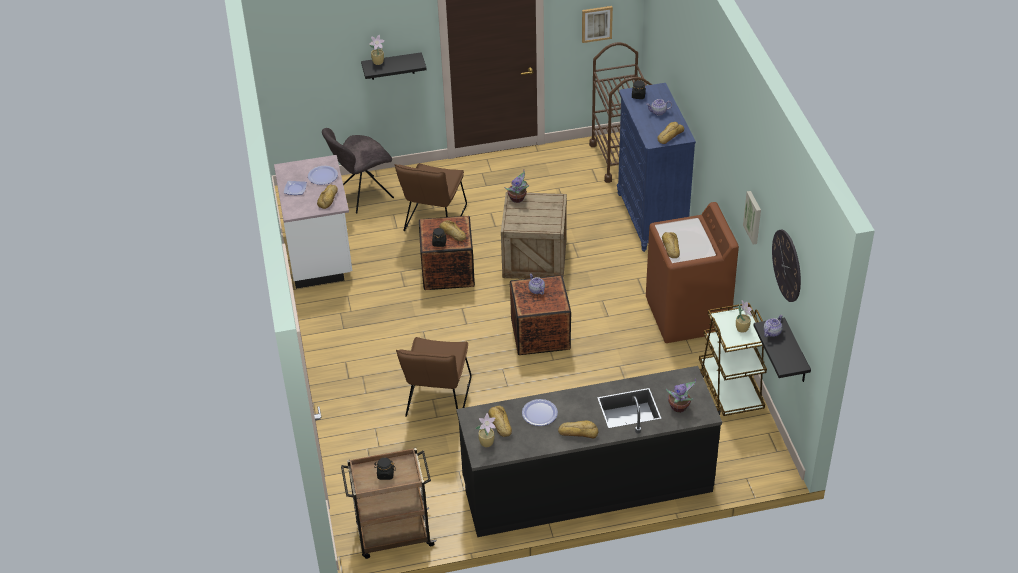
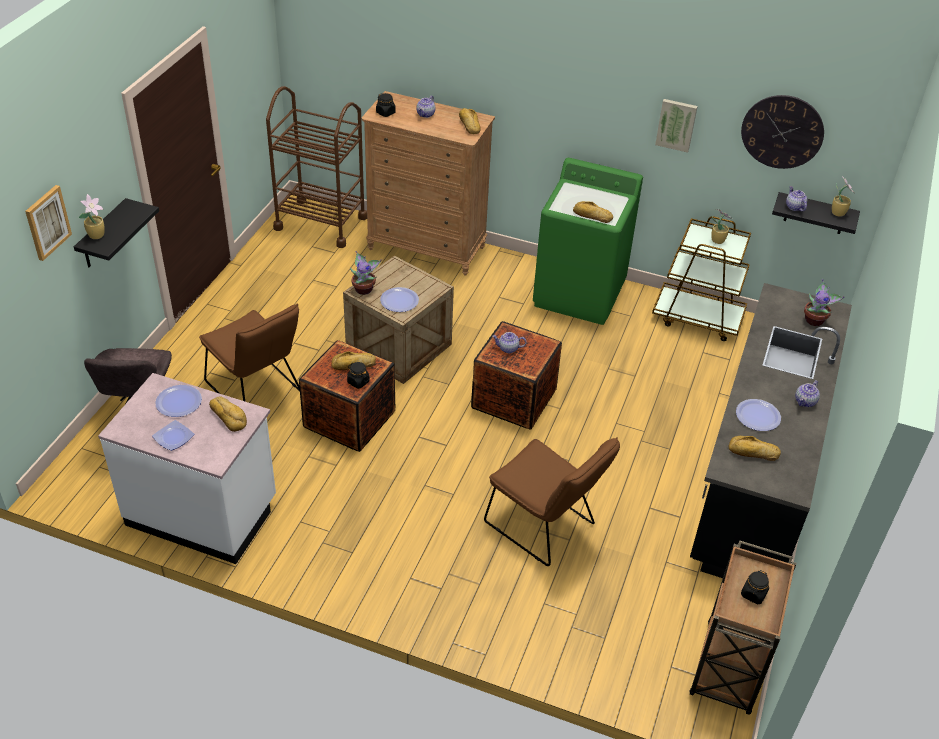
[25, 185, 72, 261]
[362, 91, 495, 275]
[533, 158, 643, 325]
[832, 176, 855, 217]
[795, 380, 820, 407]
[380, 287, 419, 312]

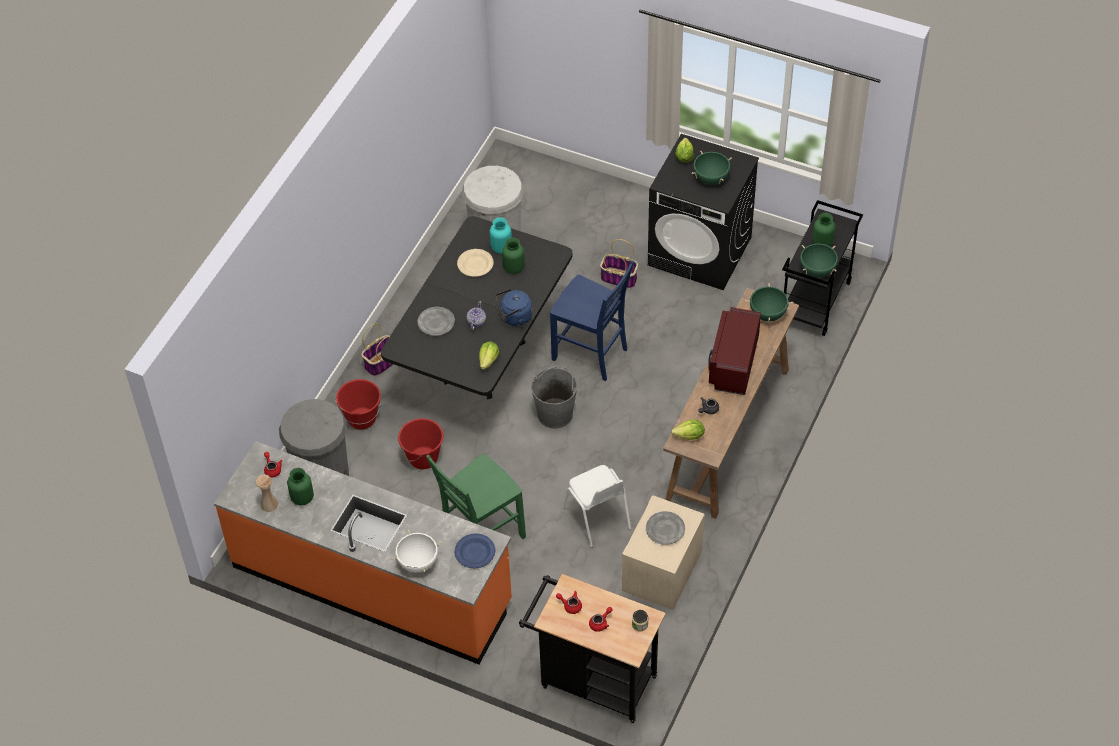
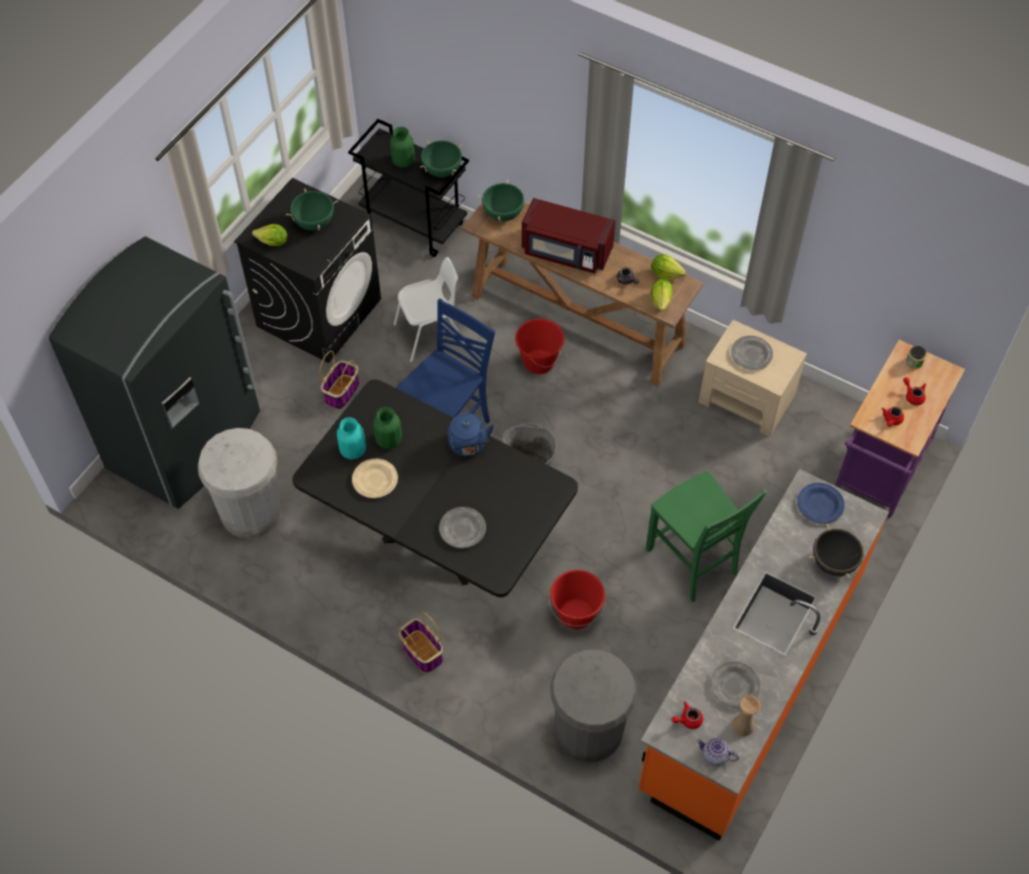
[696, 737, 739, 766]
[651, 254, 686, 280]
[515, 319, 564, 374]
[394, 257, 465, 363]
[710, 661, 761, 708]
[809, 524, 868, 578]
[835, 340, 965, 519]
[48, 237, 260, 509]

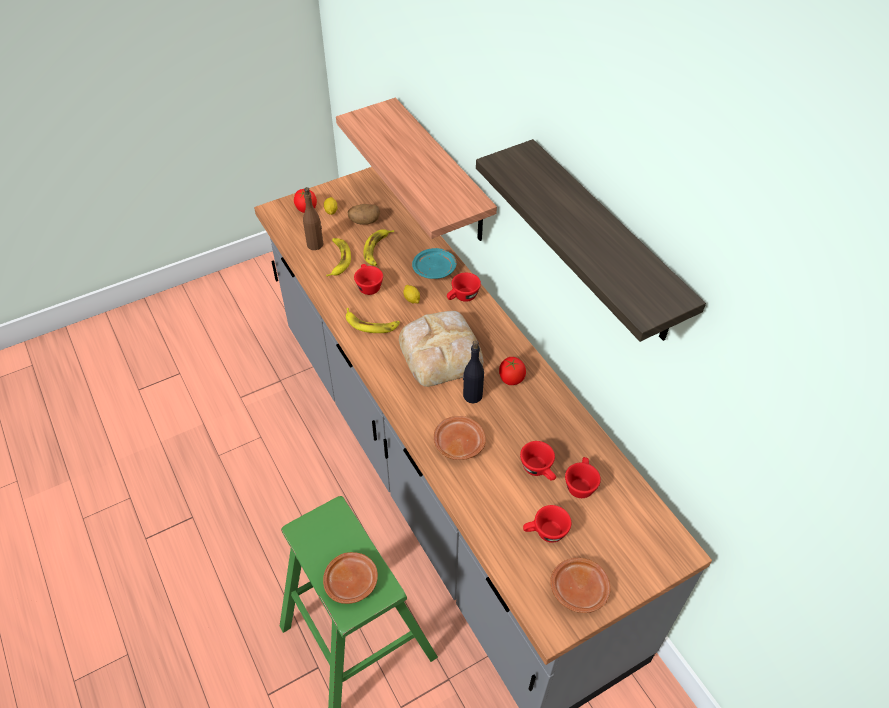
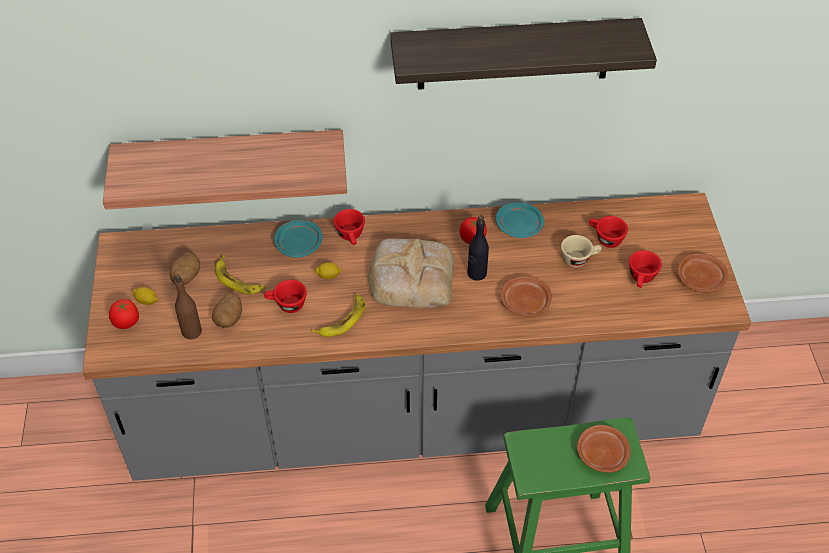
[212, 293, 242, 328]
[561, 235, 602, 267]
[496, 203, 544, 238]

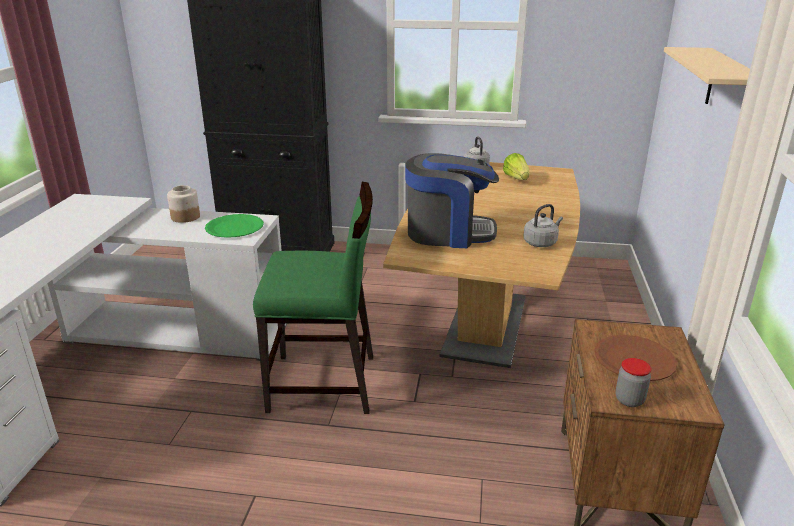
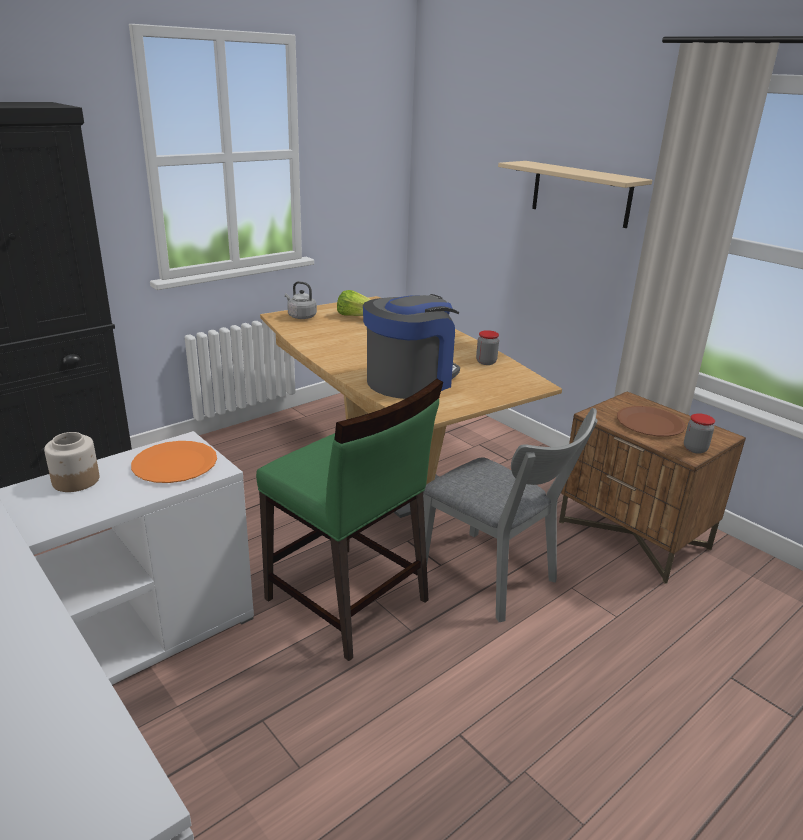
[256, 379, 443, 661]
[476, 330, 499, 365]
[131, 441, 217, 483]
[424, 408, 598, 622]

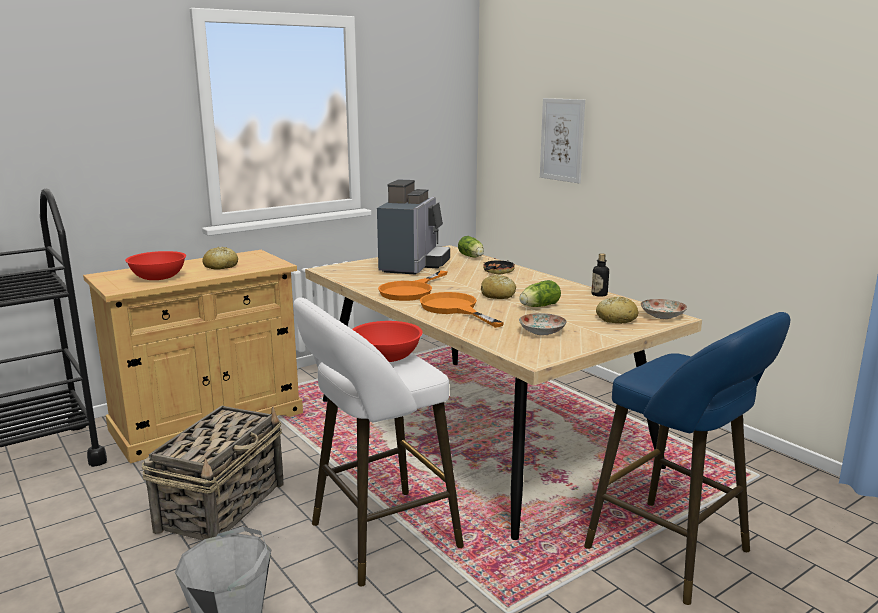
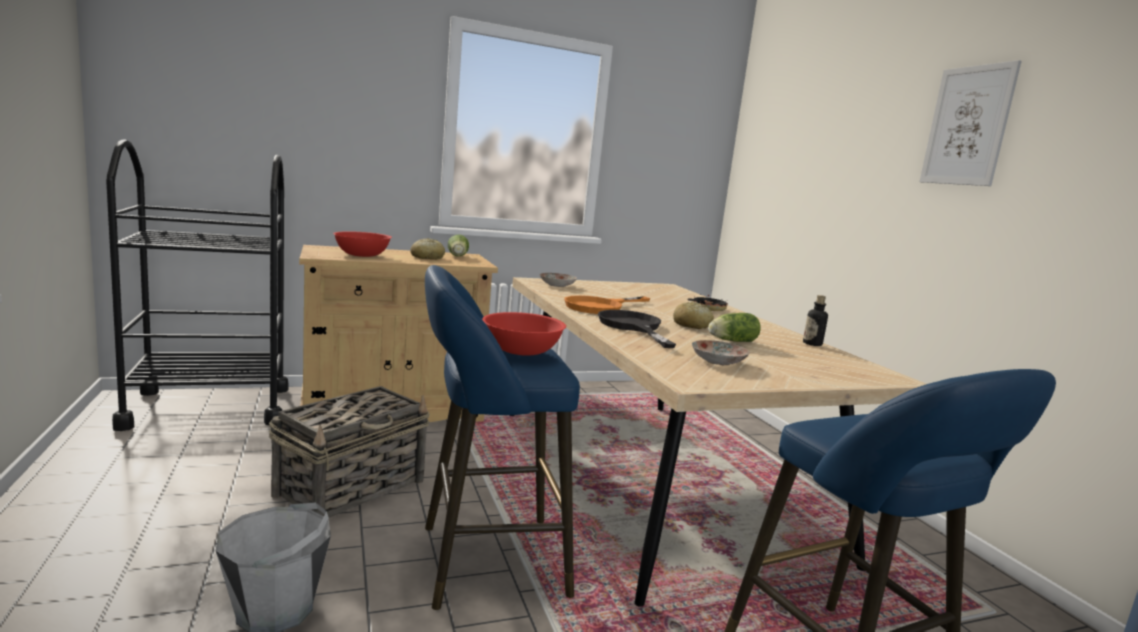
[919, 60, 1022, 186]
[377, 180, 450, 275] (first image)
[448, 234, 469, 256]
[598, 310, 676, 348]
[425, 265, 580, 610]
[596, 297, 639, 324] (first image)
[540, 273, 577, 287]

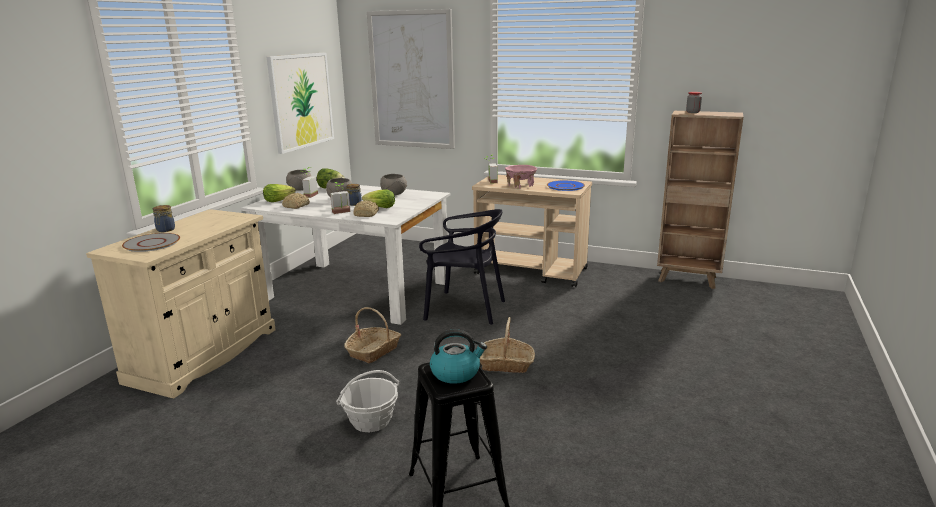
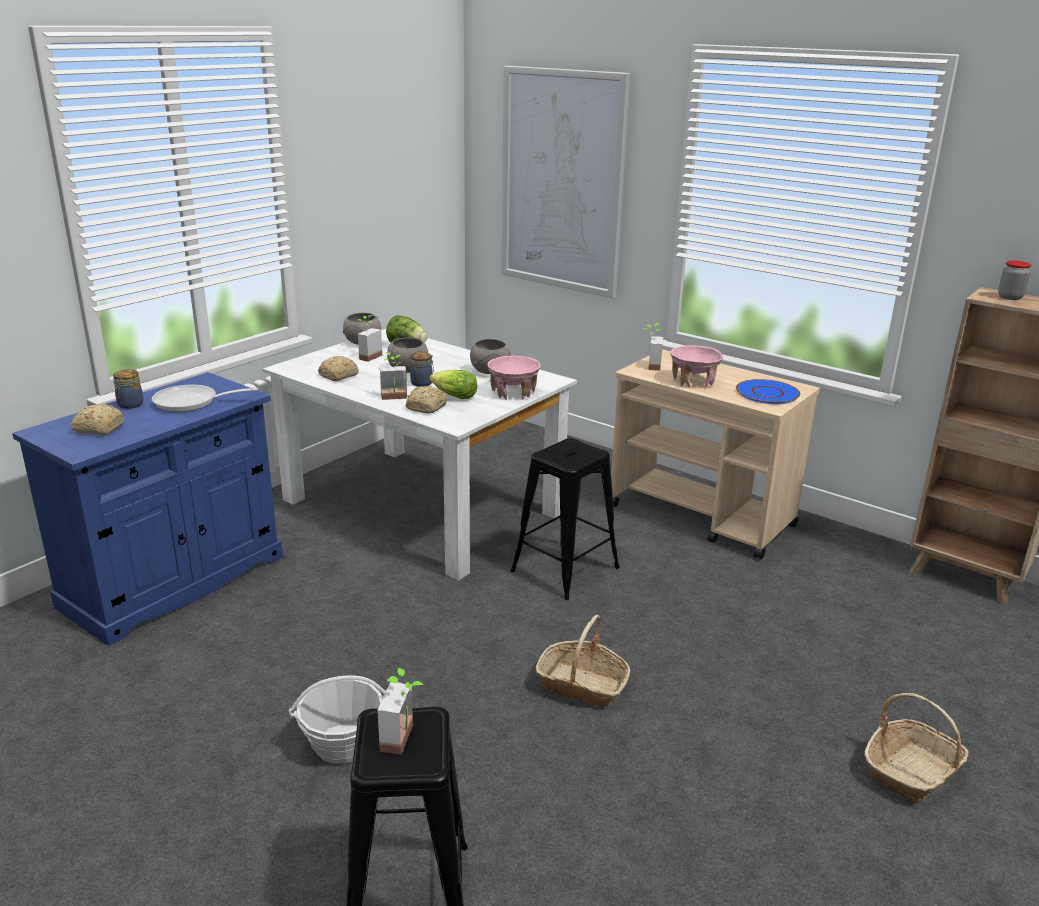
[267, 53, 334, 154] (first image)
[263, 184, 296, 202] (first image)
[12, 372, 283, 646]
[510, 438, 620, 600]
[71, 404, 124, 435]
[864, 693, 968, 804]
[377, 668, 423, 755]
[488, 356, 541, 400]
[152, 385, 258, 412]

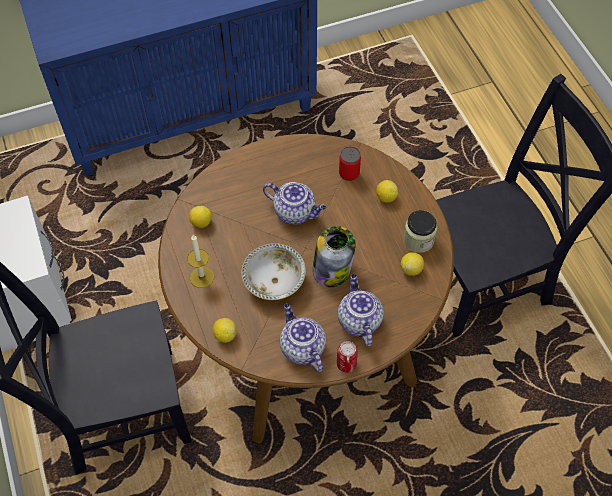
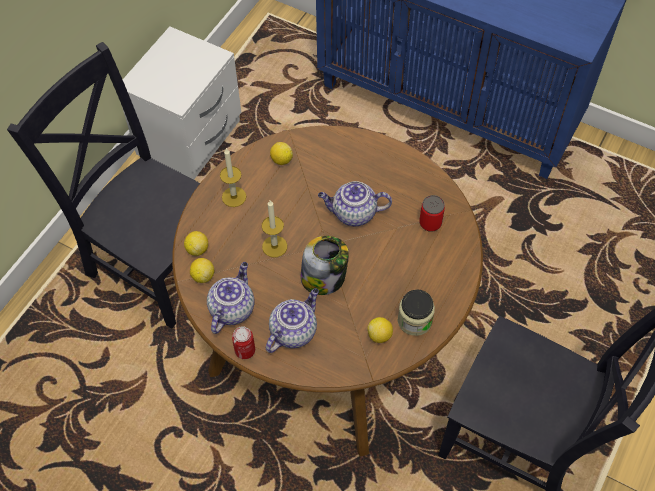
[190, 258, 214, 283]
[318, 181, 392, 226]
[262, 200, 287, 257]

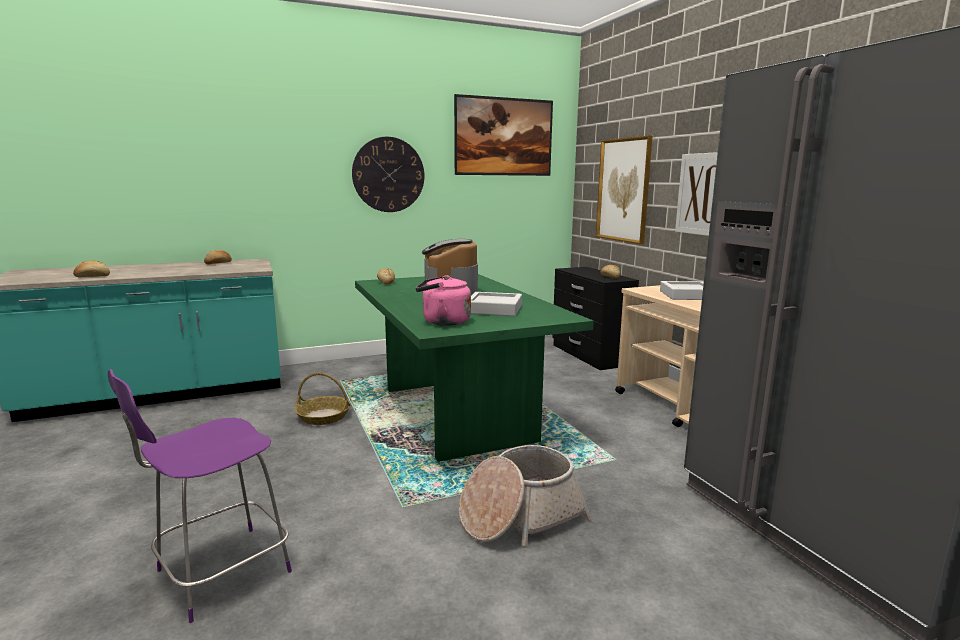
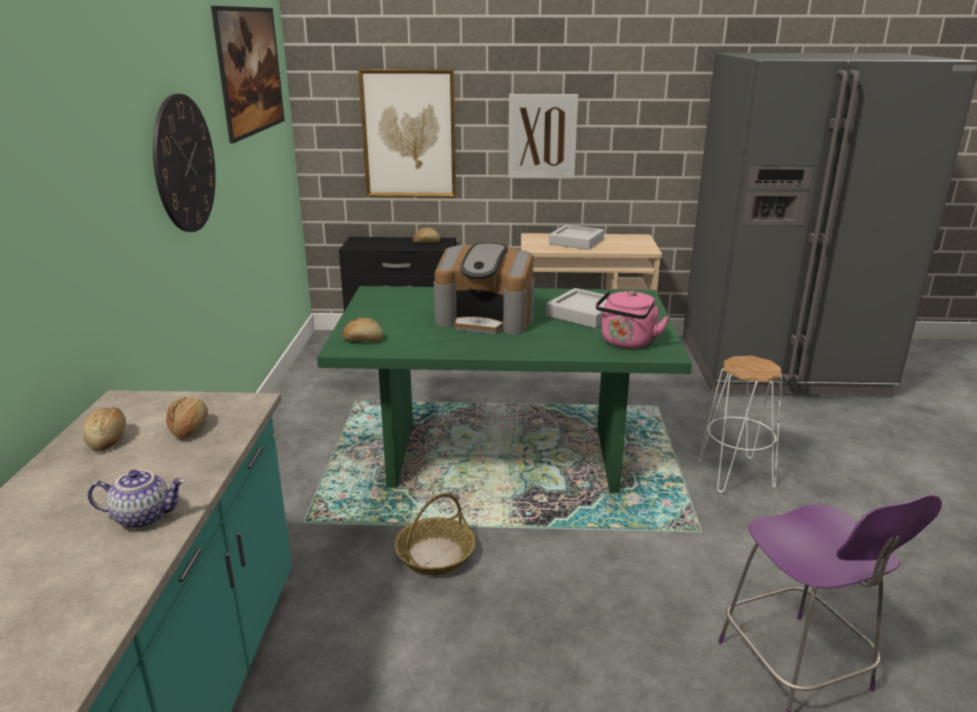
[166, 397, 208, 439]
[697, 356, 783, 493]
[88, 470, 185, 529]

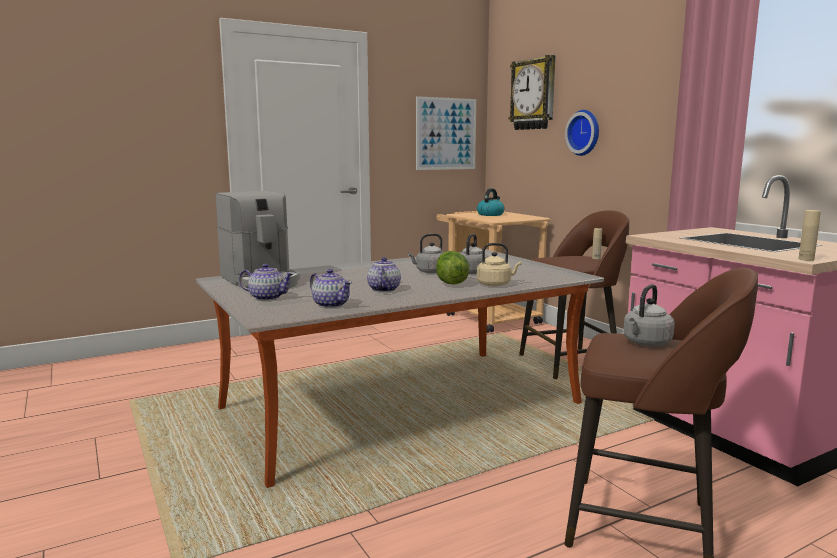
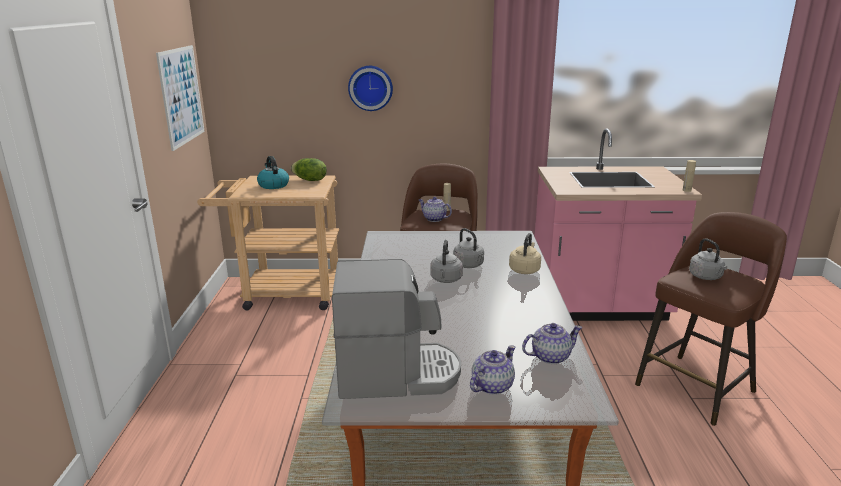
[509, 55, 555, 130] (first image)
[291, 158, 327, 181]
[419, 197, 452, 222]

